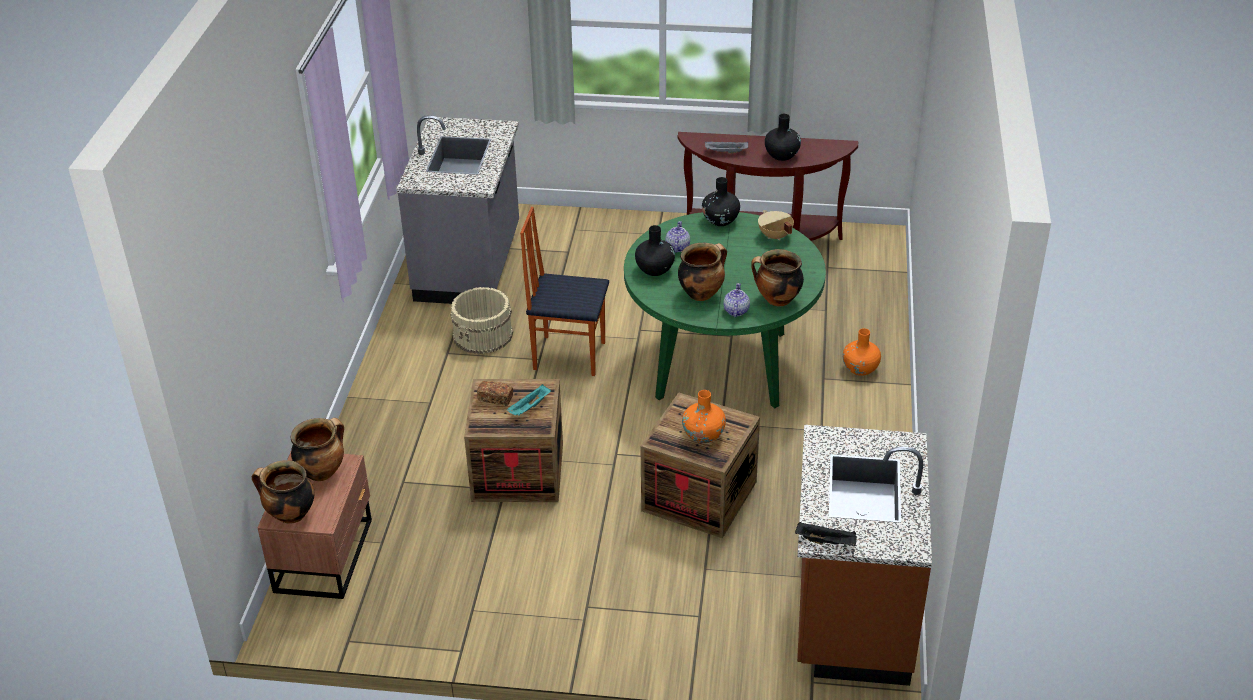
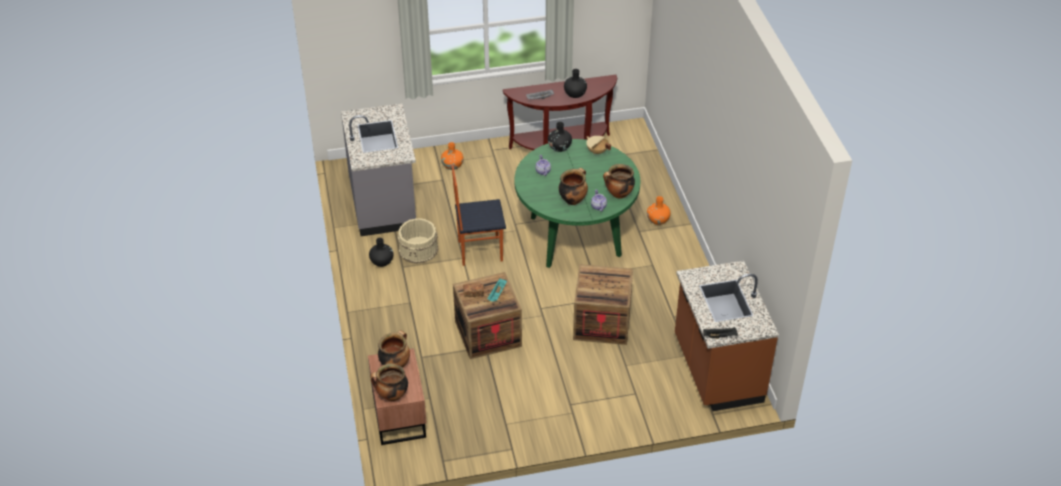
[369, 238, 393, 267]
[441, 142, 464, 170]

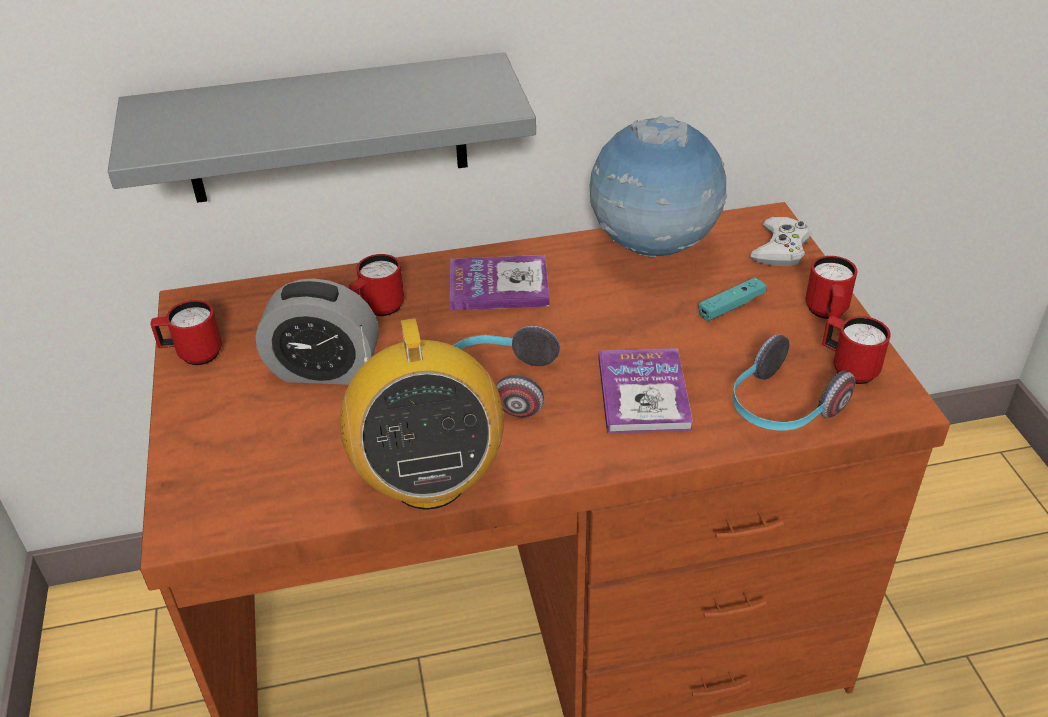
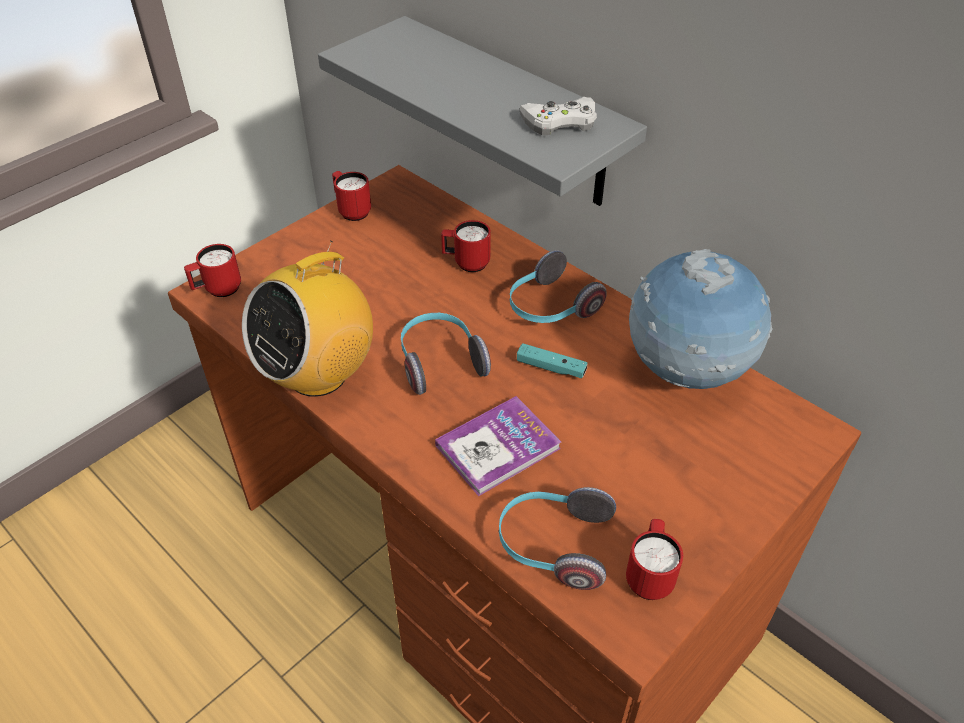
[519, 97, 597, 135]
[510, 250, 607, 323]
[184, 244, 241, 297]
[517, 343, 587, 378]
[255, 278, 379, 385] (first image)

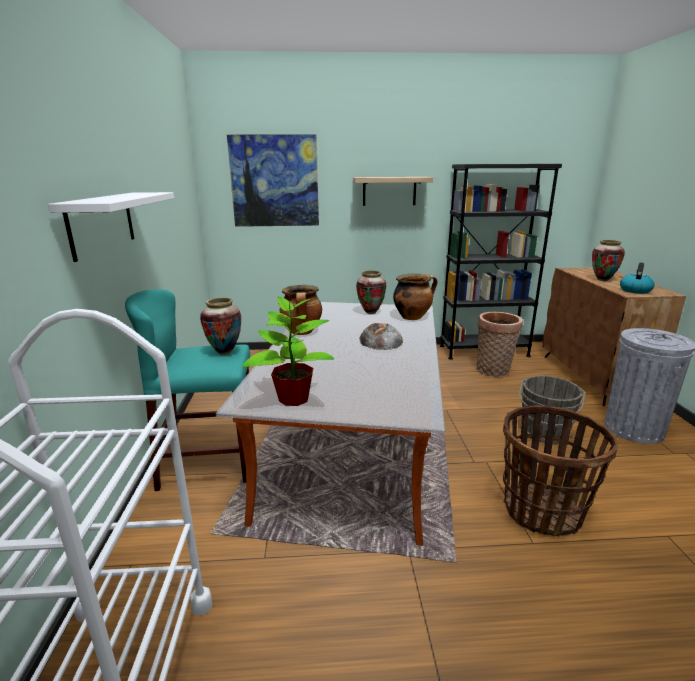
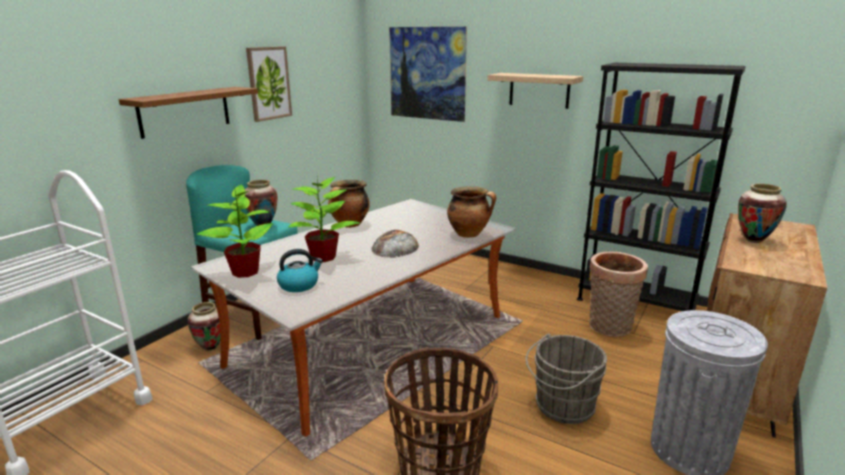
[119, 87, 258, 139]
[277, 249, 323, 292]
[187, 302, 220, 351]
[246, 46, 292, 122]
[288, 174, 360, 262]

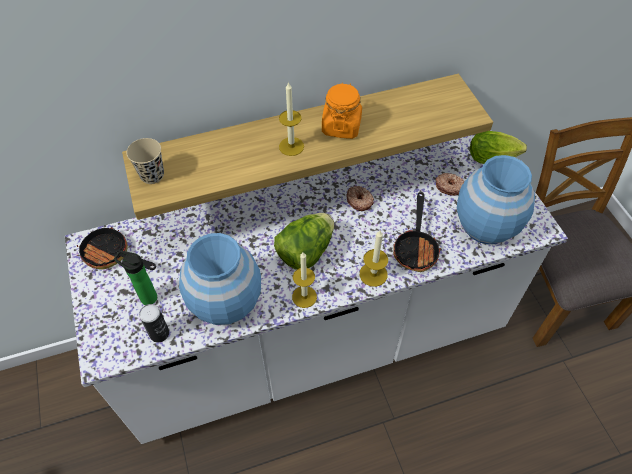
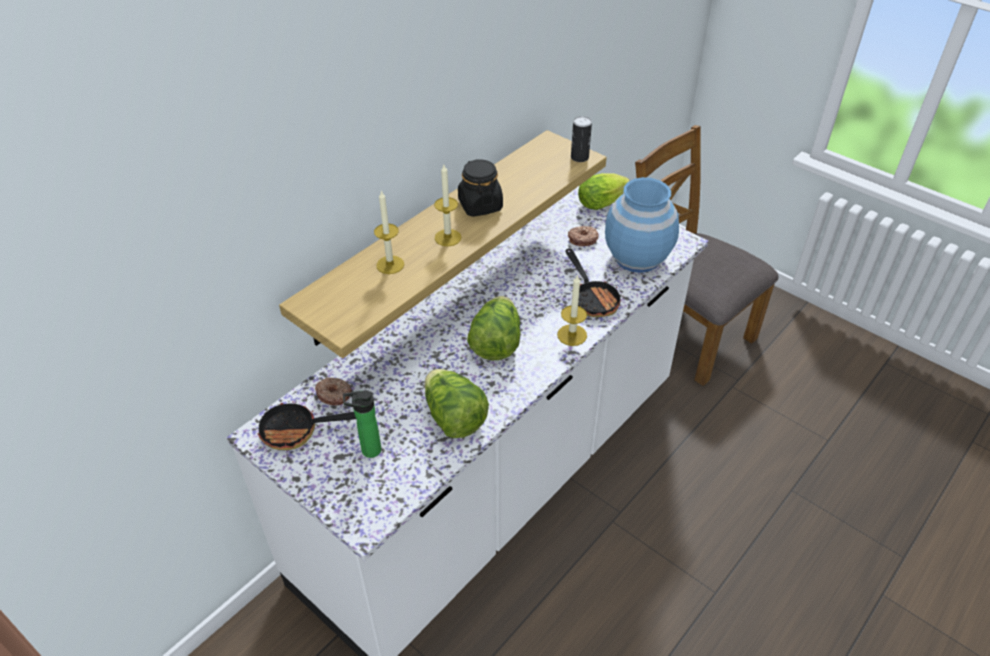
[458, 159, 503, 217]
[126, 138, 164, 184] (first image)
[315, 378, 352, 406]
[424, 369, 489, 438]
[374, 190, 404, 274]
[571, 116, 592, 162]

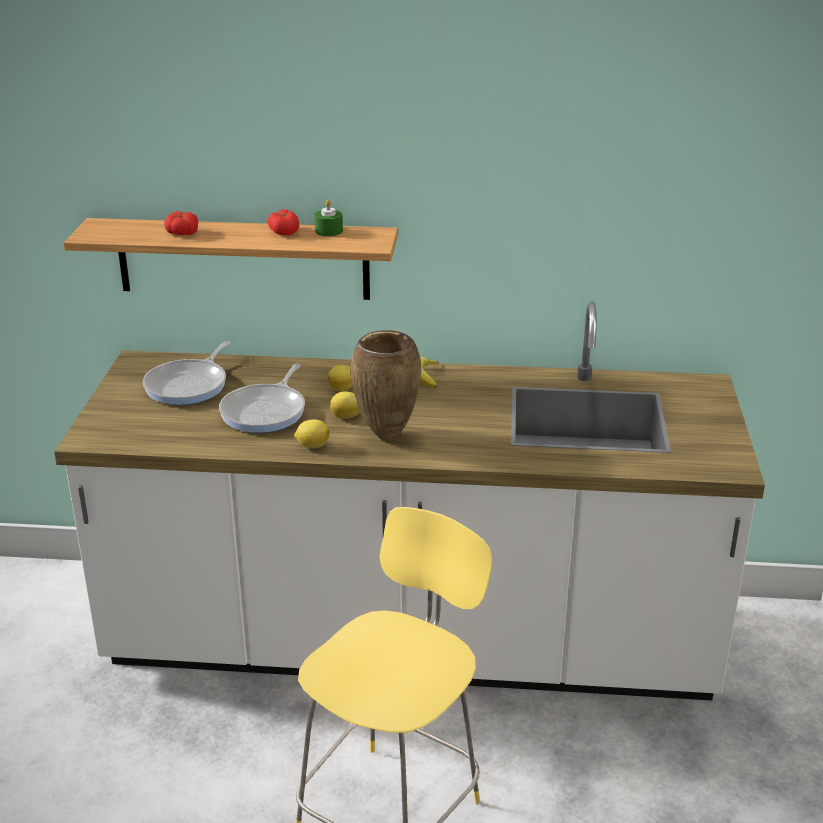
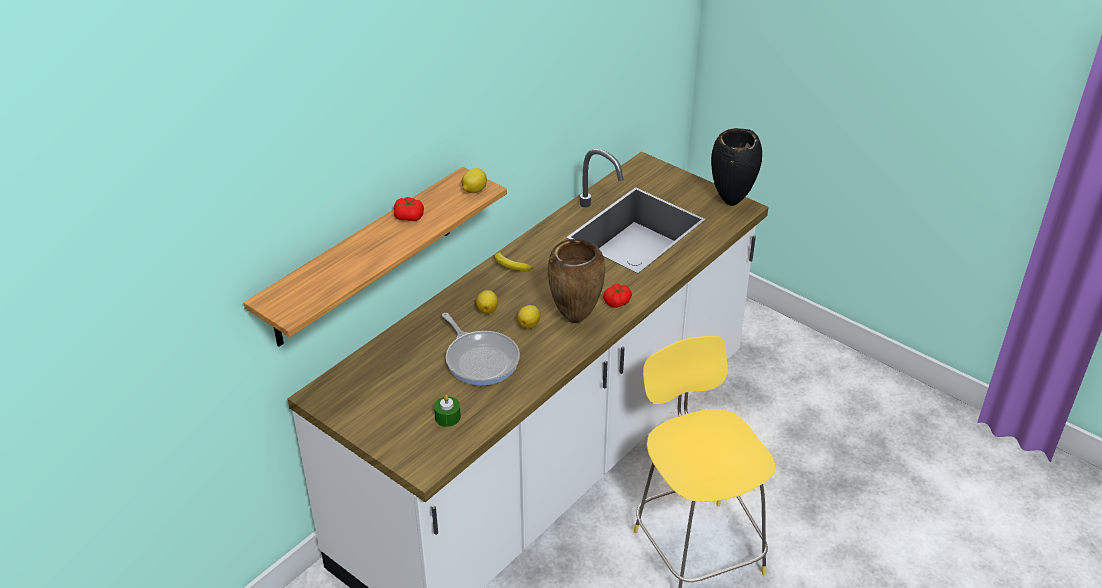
[434, 395, 461, 427]
[603, 283, 632, 308]
[143, 341, 230, 405] (first image)
[461, 168, 487, 193]
[711, 128, 762, 206]

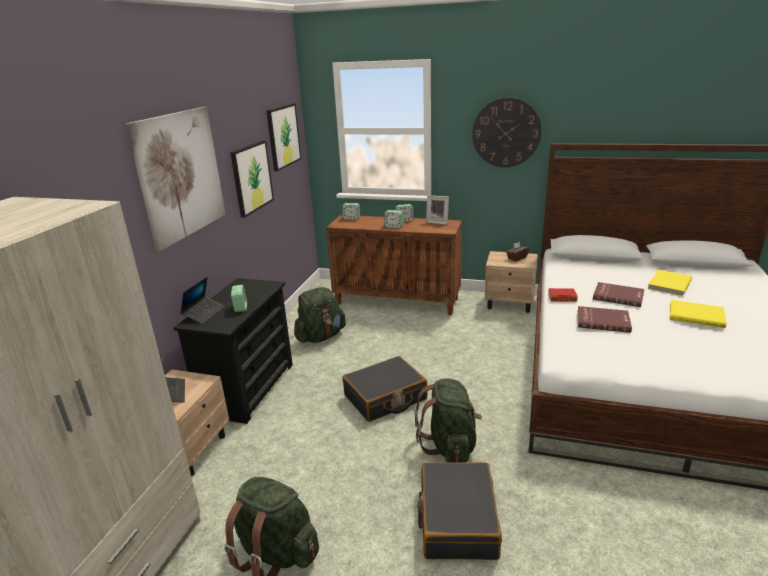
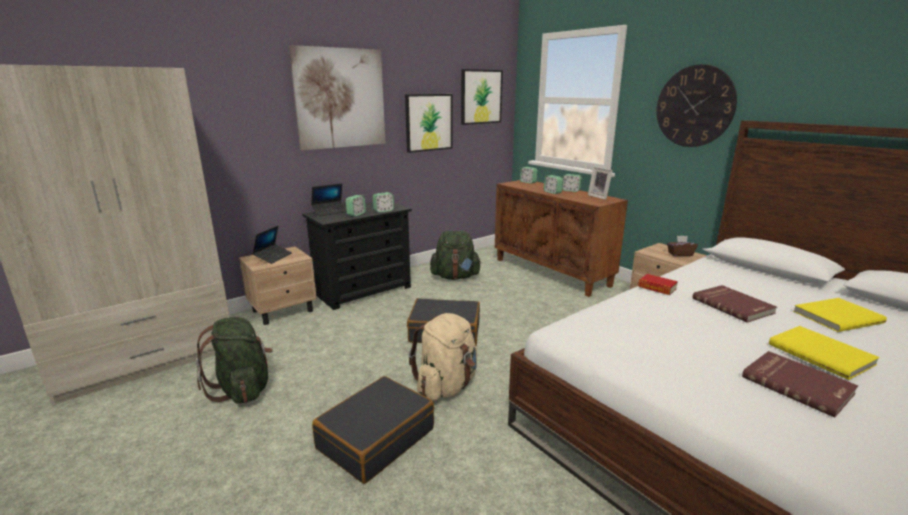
[742, 351, 858, 418]
[409, 313, 477, 401]
[373, 192, 394, 213]

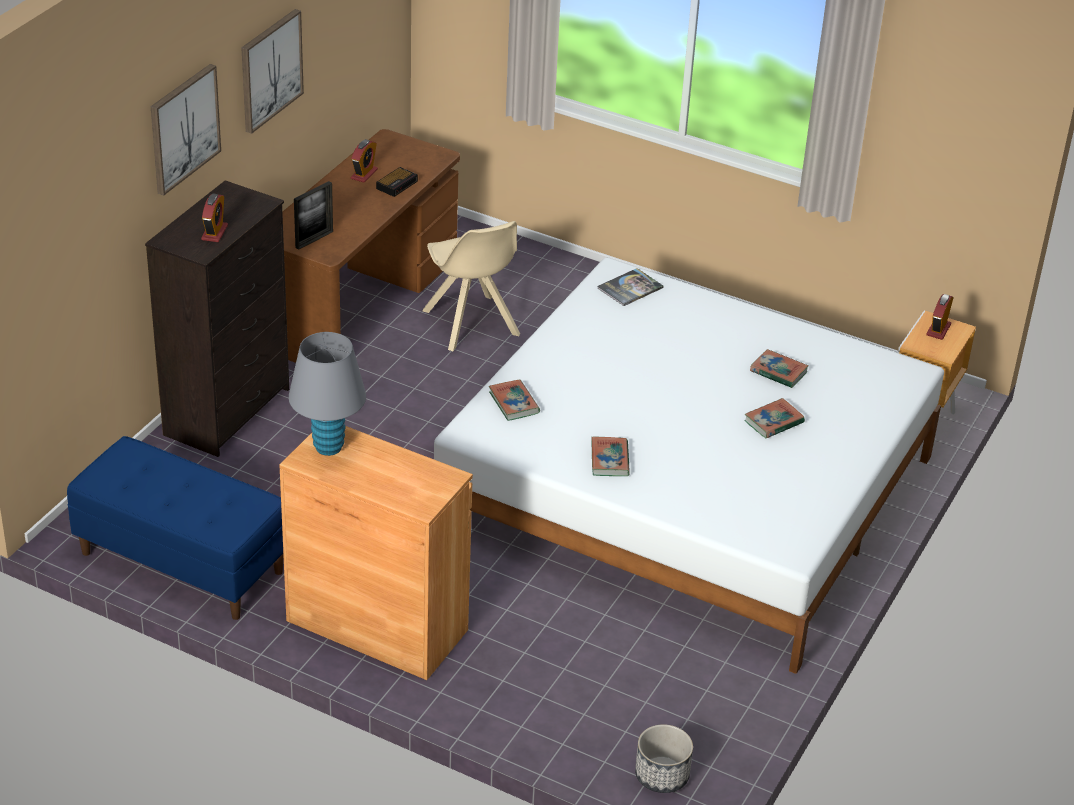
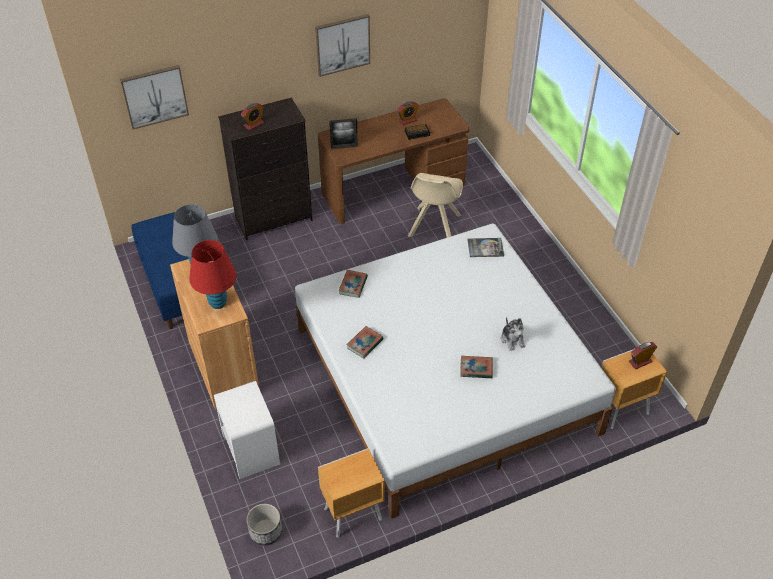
[120, 65, 189, 130]
[501, 317, 525, 351]
[190, 240, 236, 309]
[214, 381, 280, 479]
[318, 448, 385, 538]

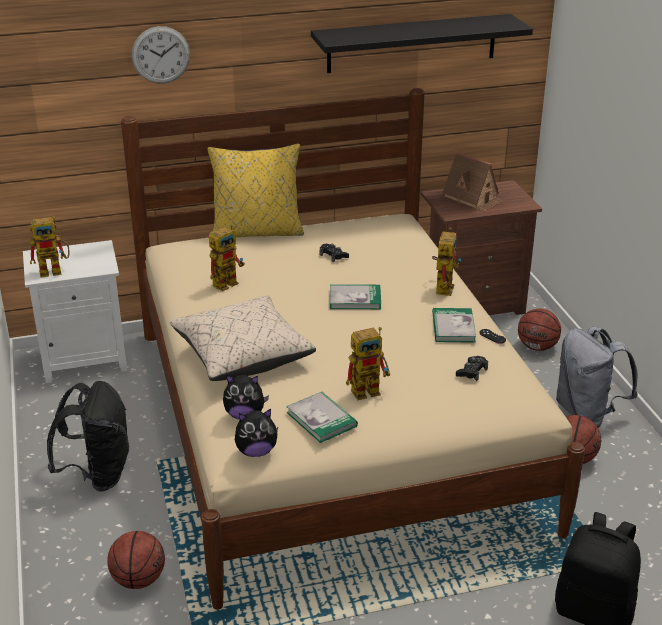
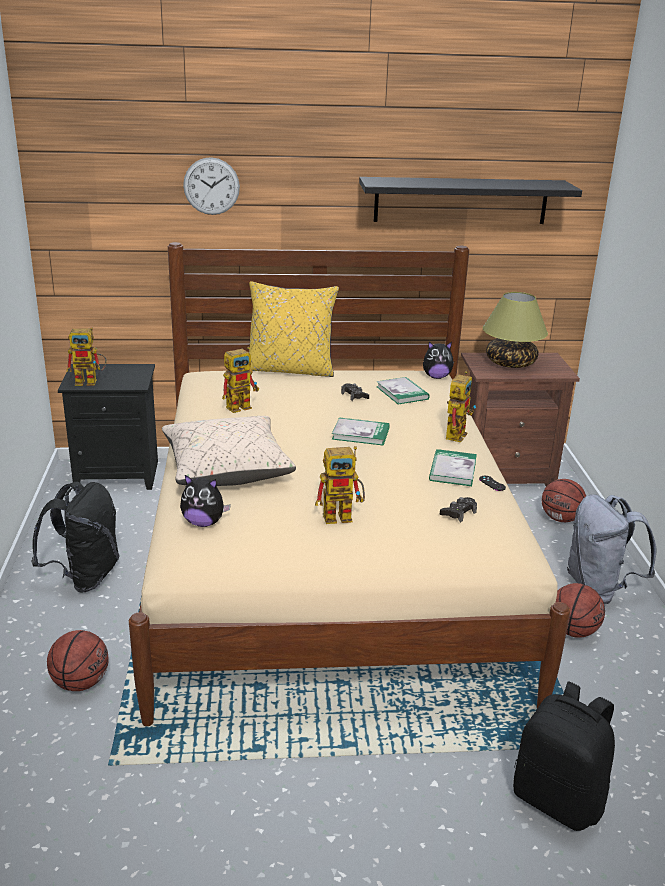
[483, 292, 548, 368]
[58, 364, 158, 490]
[376, 377, 430, 405]
[423, 342, 454, 379]

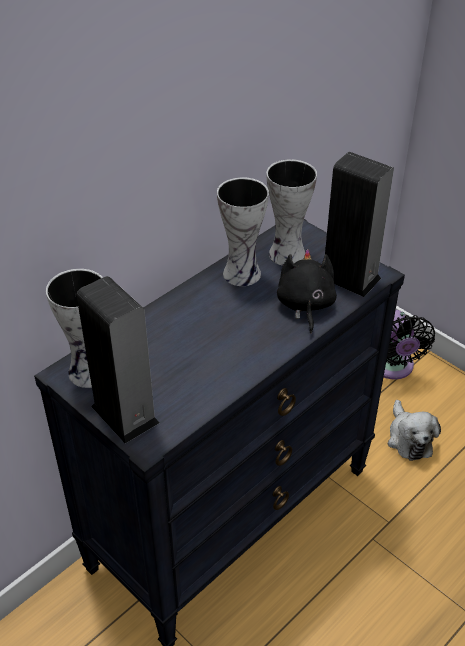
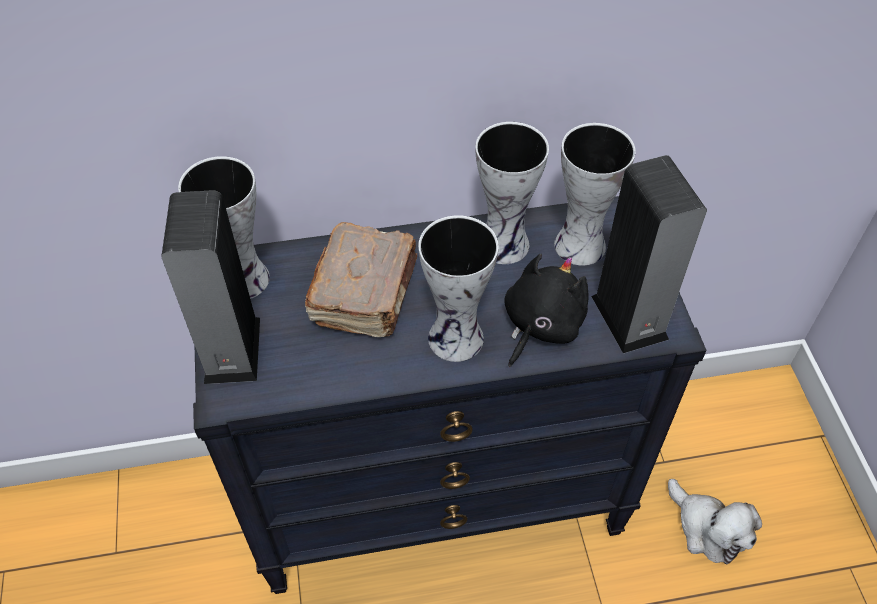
[384, 310, 435, 380] (first image)
[668, 479, 762, 564]
[418, 215, 499, 362]
[305, 222, 417, 337]

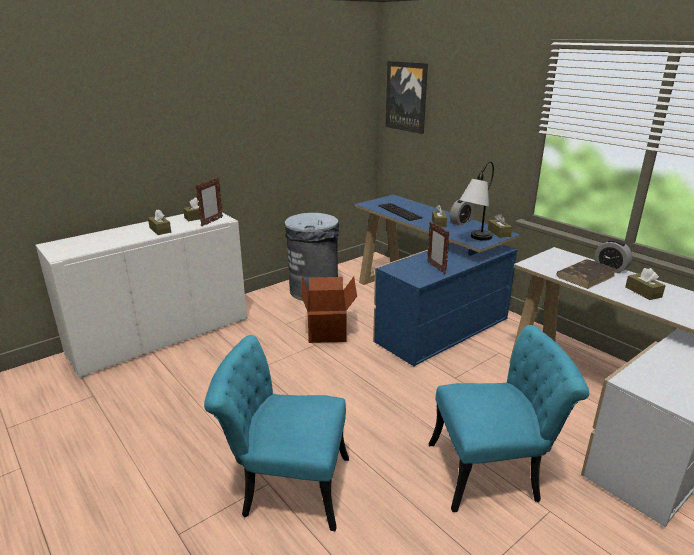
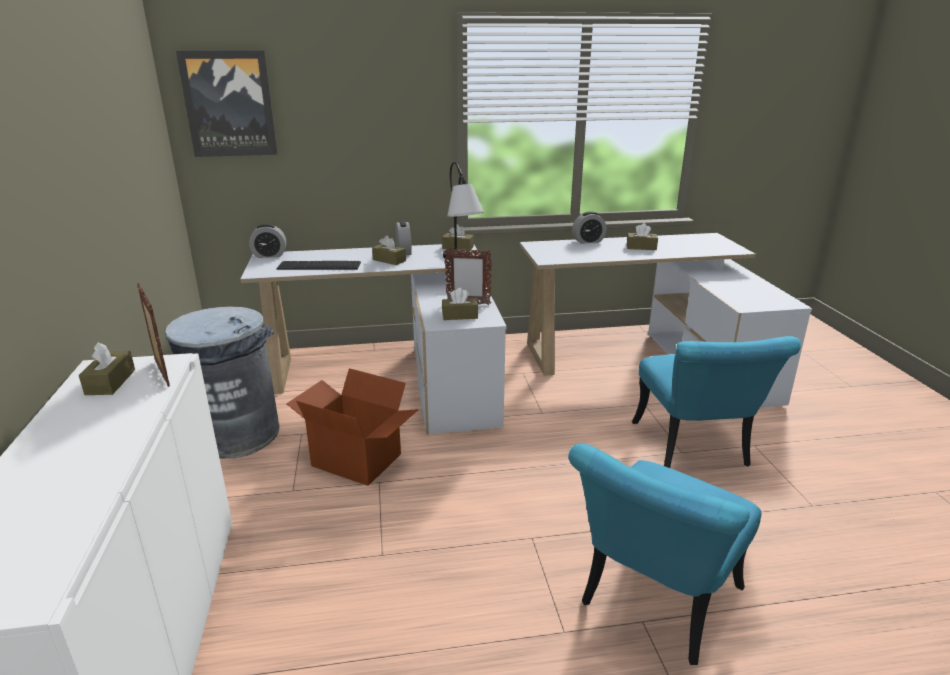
[240, 244, 506, 435]
[442, 288, 478, 320]
[557, 259, 616, 289] (first image)
[632, 336, 801, 468]
[249, 224, 286, 258]

